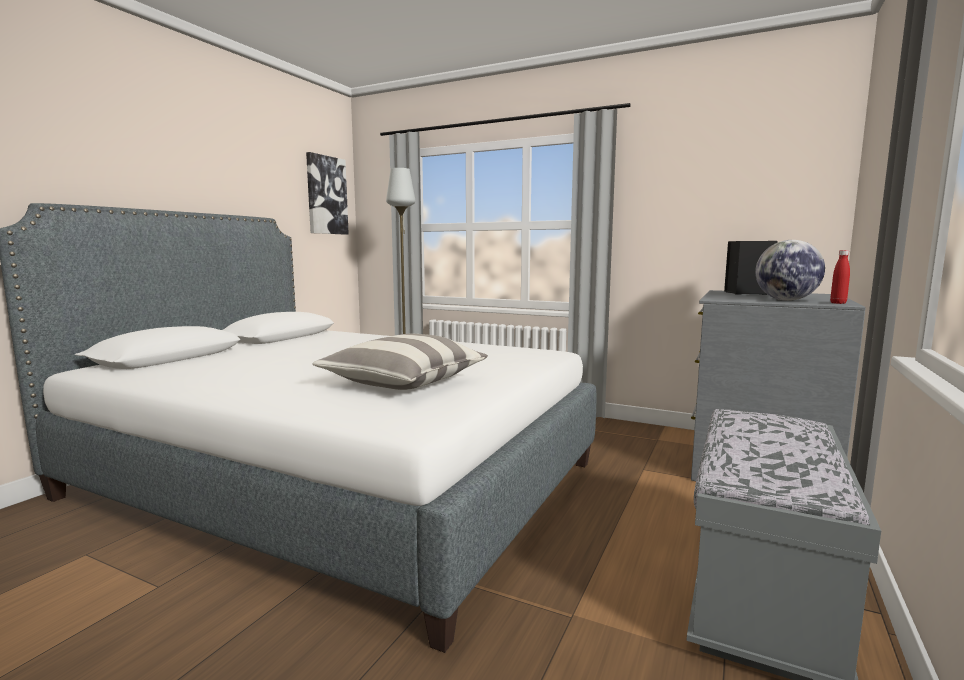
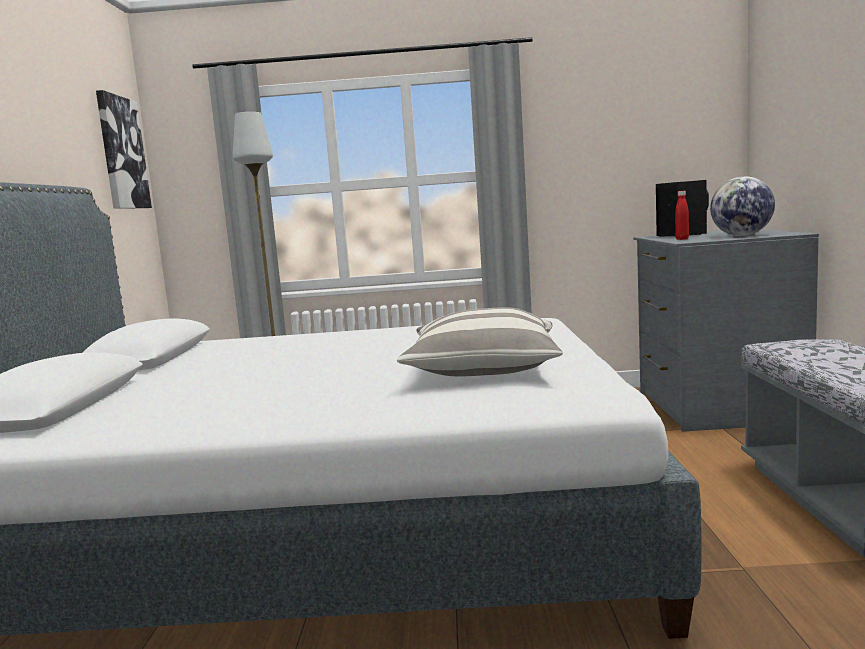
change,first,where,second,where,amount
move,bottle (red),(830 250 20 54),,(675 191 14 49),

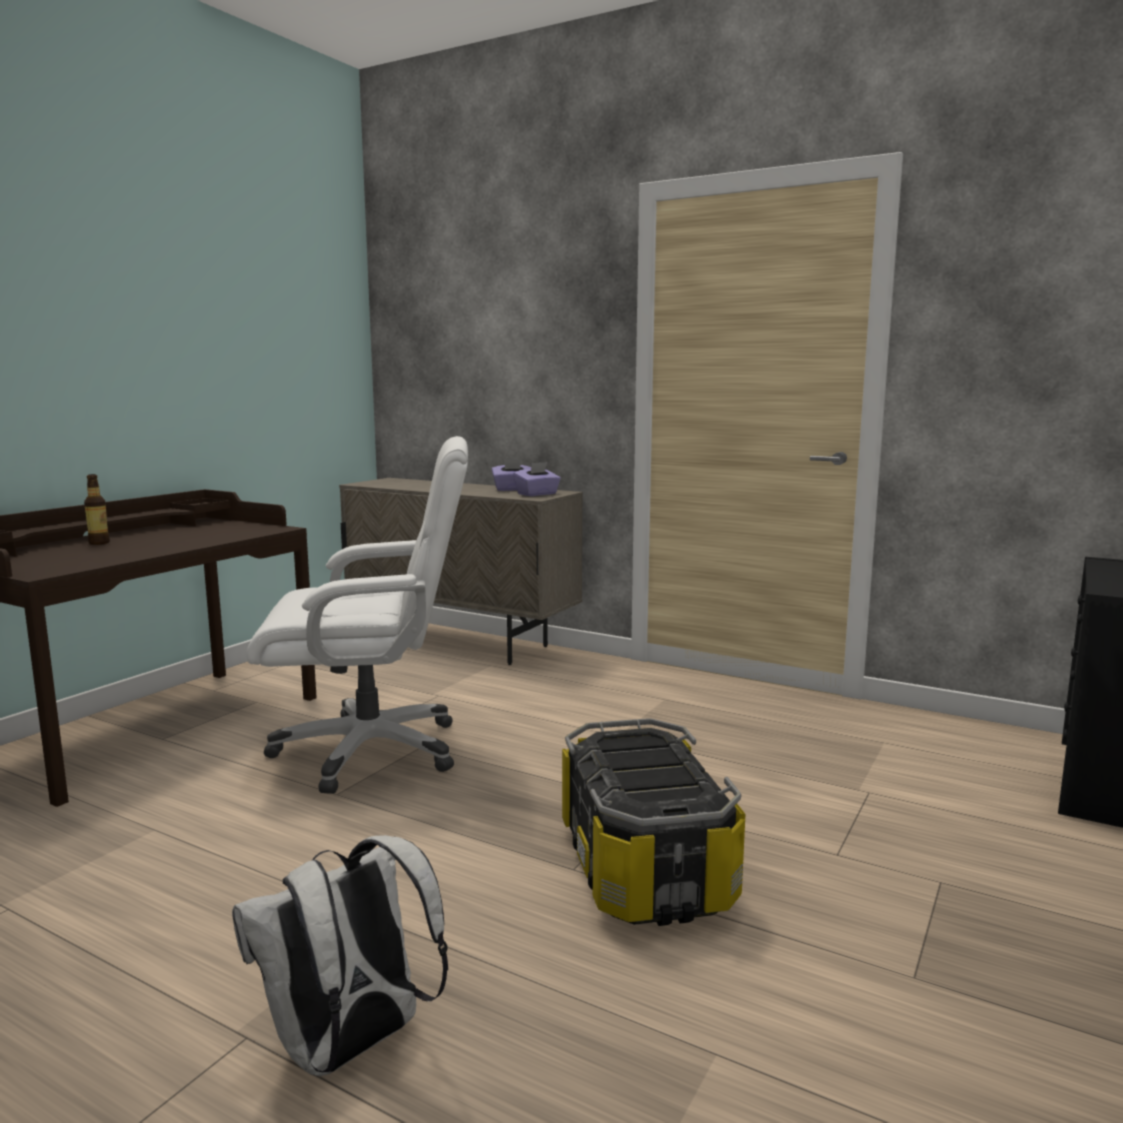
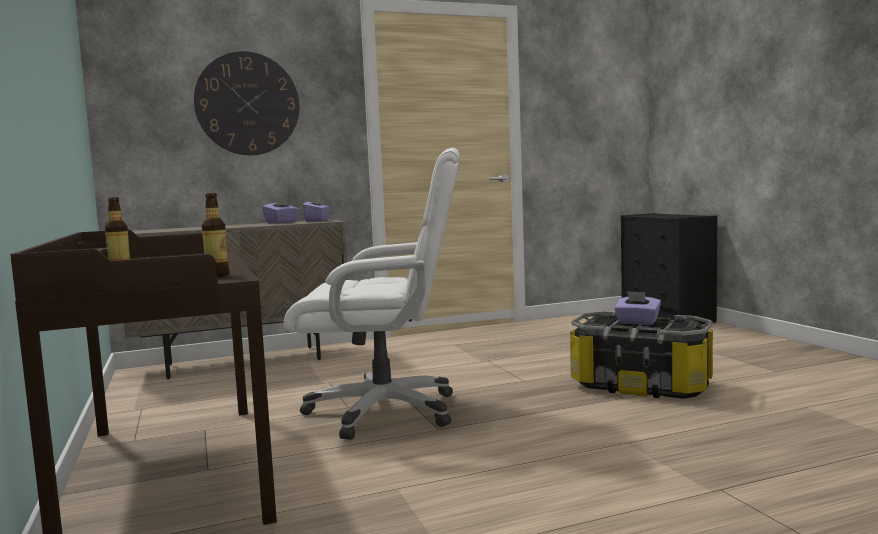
change,first,where,second,where,amount
rotate,office chair (white),(247 436 221 358),,(284 148 176 292),60 degrees clockwise
delete,backpack (white),(232 835 216 241),,,
insert,,,wall clock,(194 51 105 104),
insert,,,bottle,(202 193 27 84),
insert,,,tissue box (purple),(614 291 47 34),

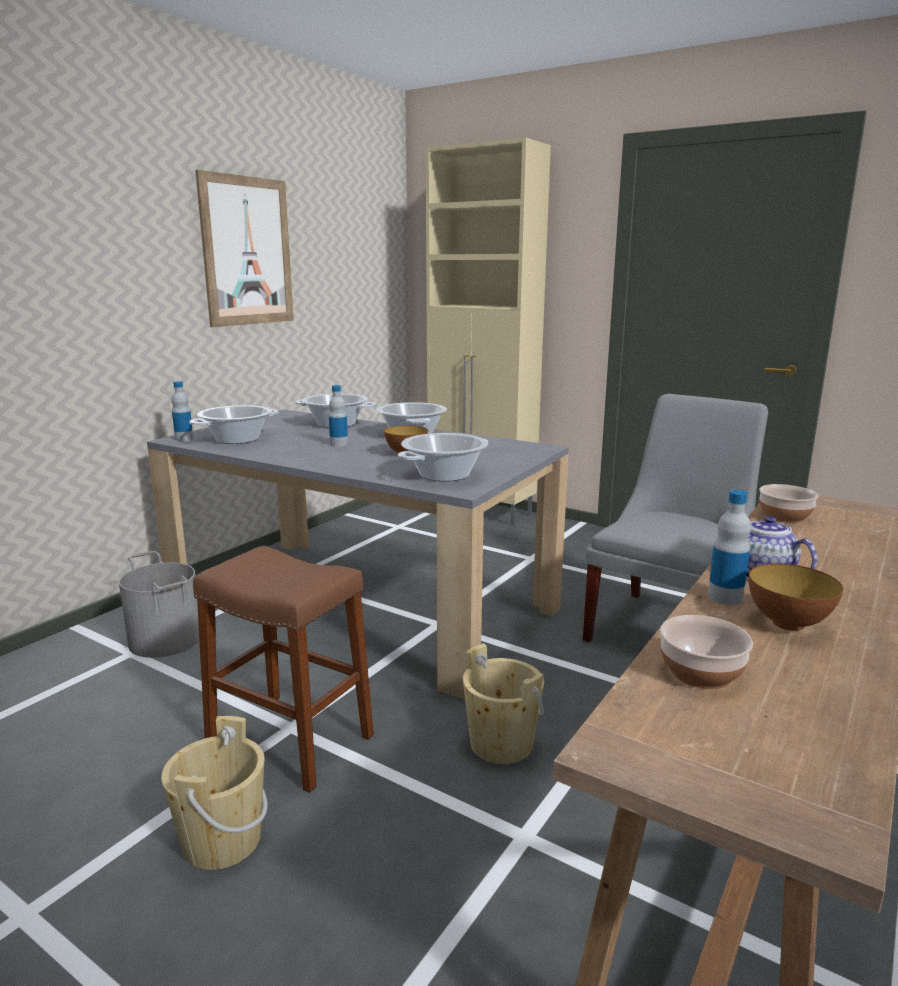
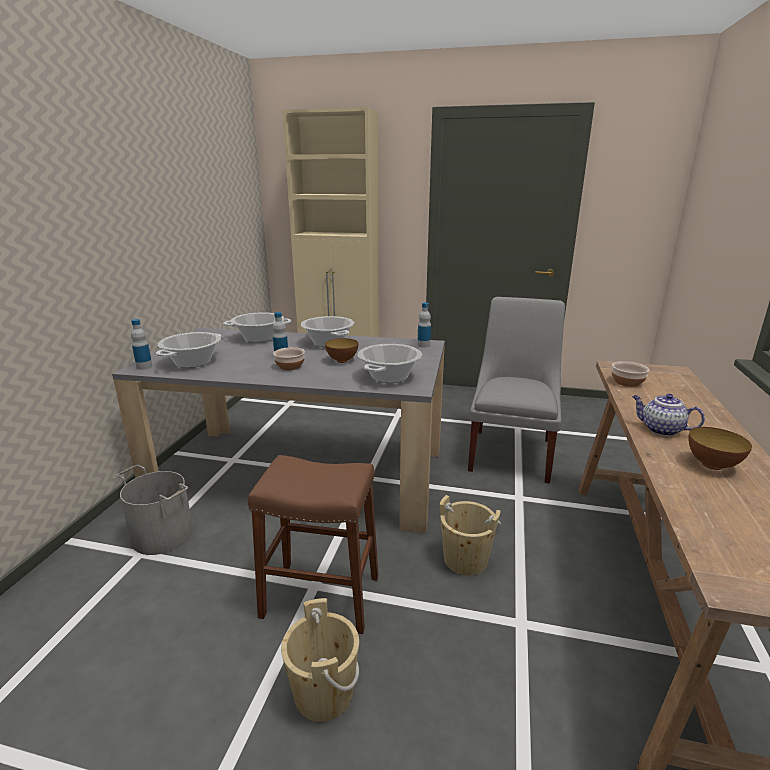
change,first,where,second,where,amount
delete,picture,(195 170 99 157),,,
move,bottle,(708 490 43 115),,(417 302 14 46),
move,bowl,(660 615 93 74),,(273 347 32 23),

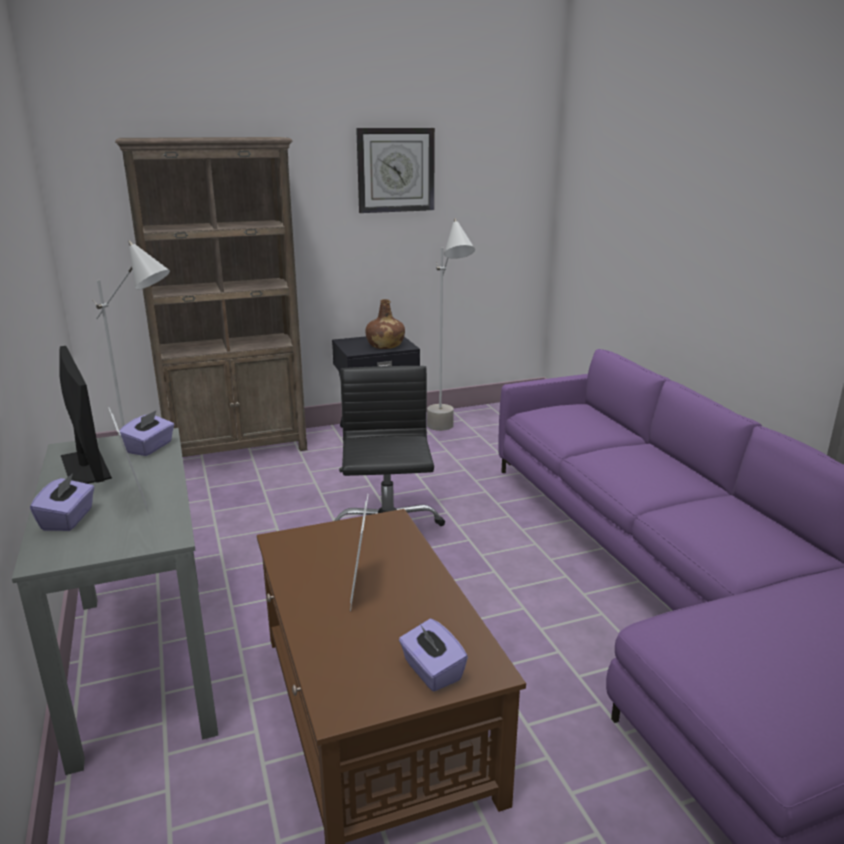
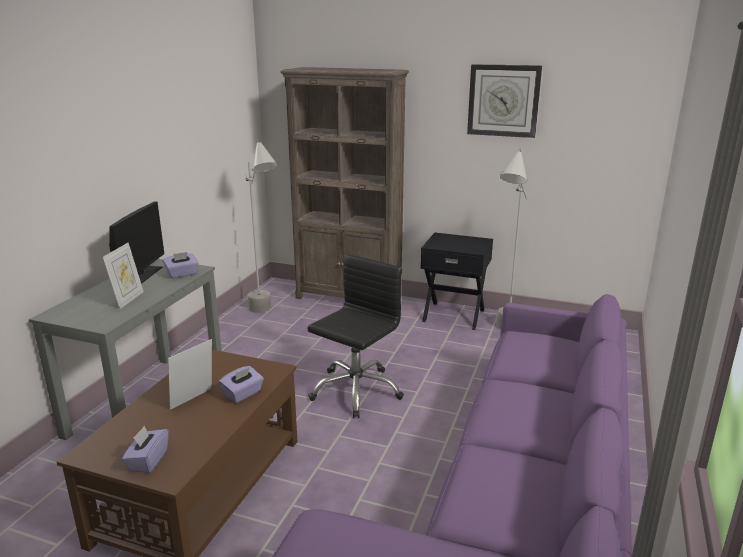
change,first,where,second,where,amount
delete,bottle (brown),(365 299 40 50),,,
move,tissue box (purple),(30 473 65 58),,(219 366 45 37),

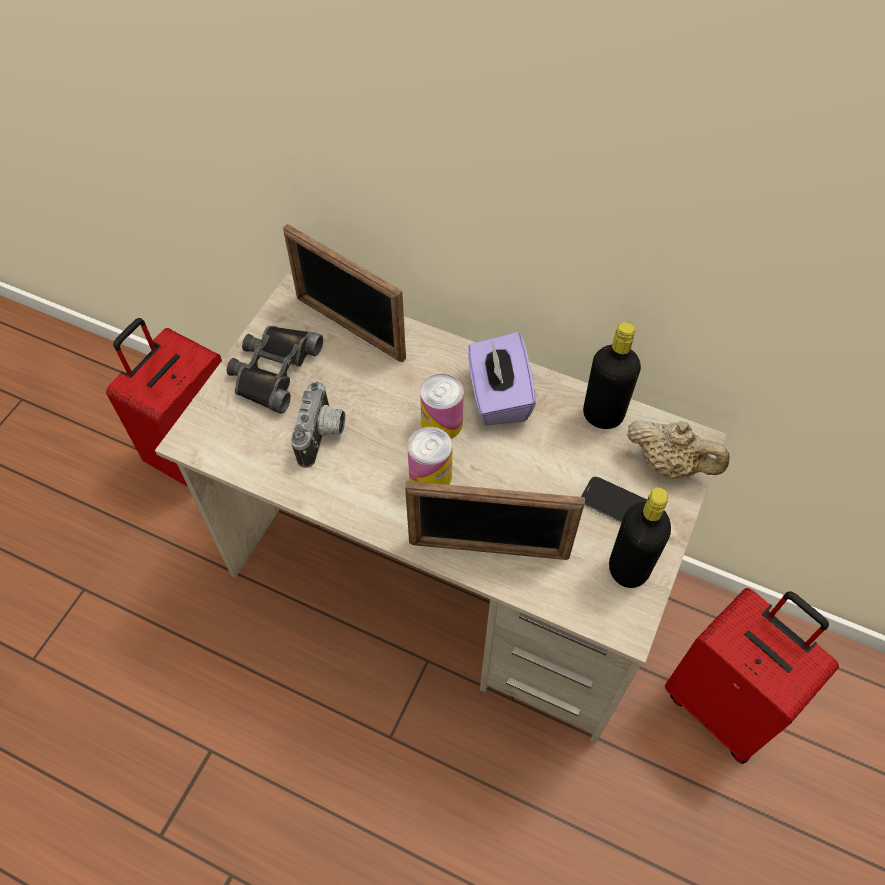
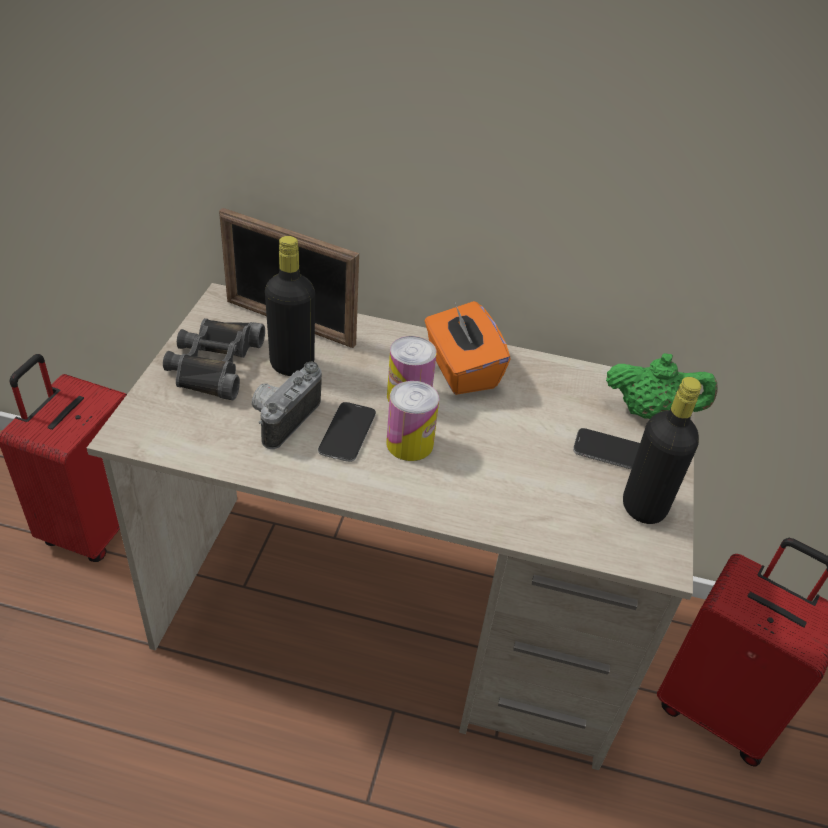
change,first,where,second,where,amount
move,bottle (black),(583 322 58 107),,(265 236 50 140),
recolor,tissue box (purple),(468 332 68 93),tissue box (orange),(425 301 86 94),
rotate,photo camera,(291 381 54 87),,(252 361 70 88),150 degrees counterclockwise
recolor,teapot (beige),(627 420 102 59),teapot (green),(606 353 112 66),
delete,picture frame,(405 481 180 79),,,
insert,,,phone,(318 402 58 60),

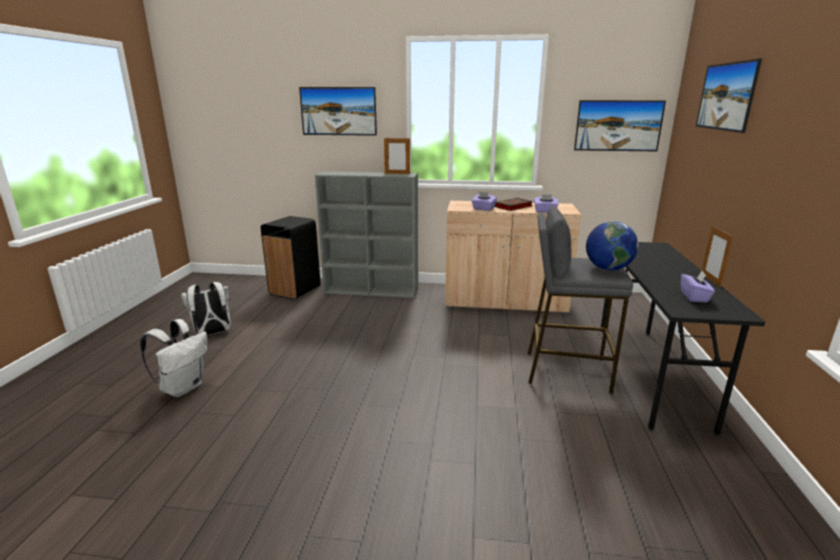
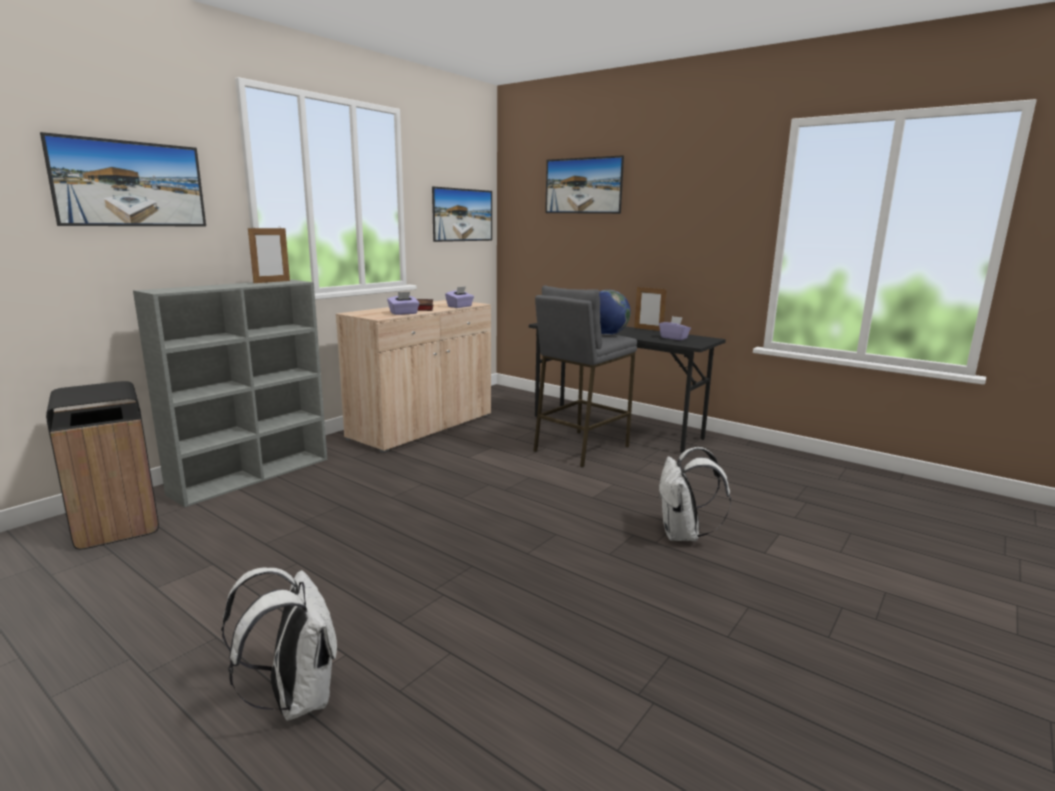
change,first,where,second,where,amount
move,backpack (white),(181 282 50 53),,(659 447 72 94),

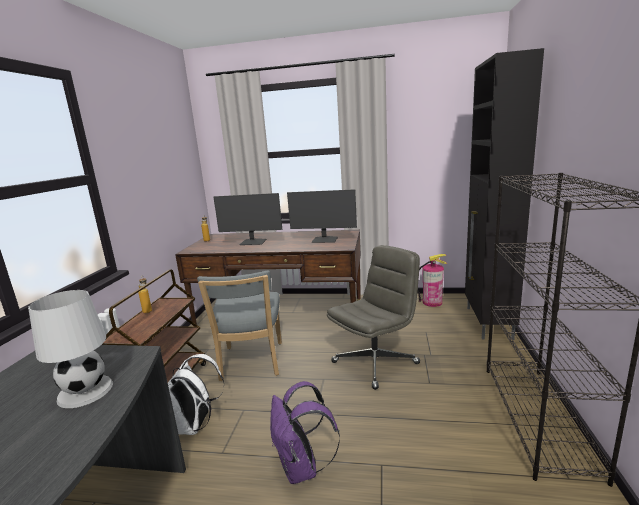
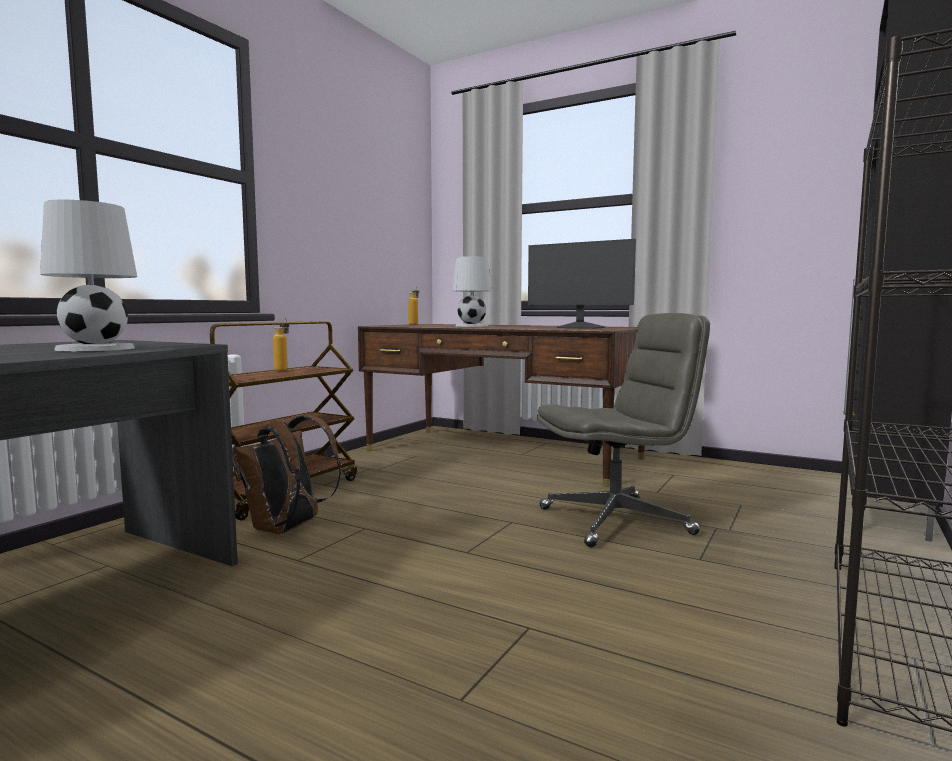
change,first,where,second,where,amount
replace,monitor,(214 193 68 52),table lamp (white),(452 256 39 71),
delete,fire extinguisher,(418 254 29 53),,,
delete,chair (grey),(197 271 85 110),,,
recolor,backpack (white),(168 354 57 81),backpack (brown),(232 415 109 119),
delete,backpack (purple),(270 381 70 103),,,

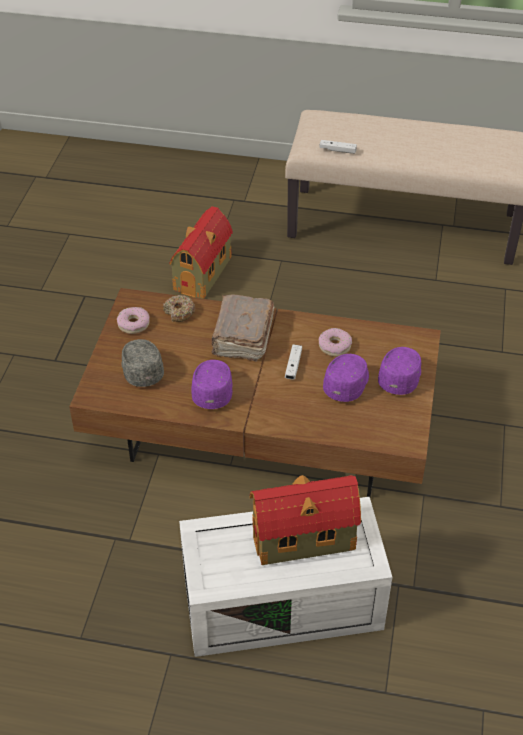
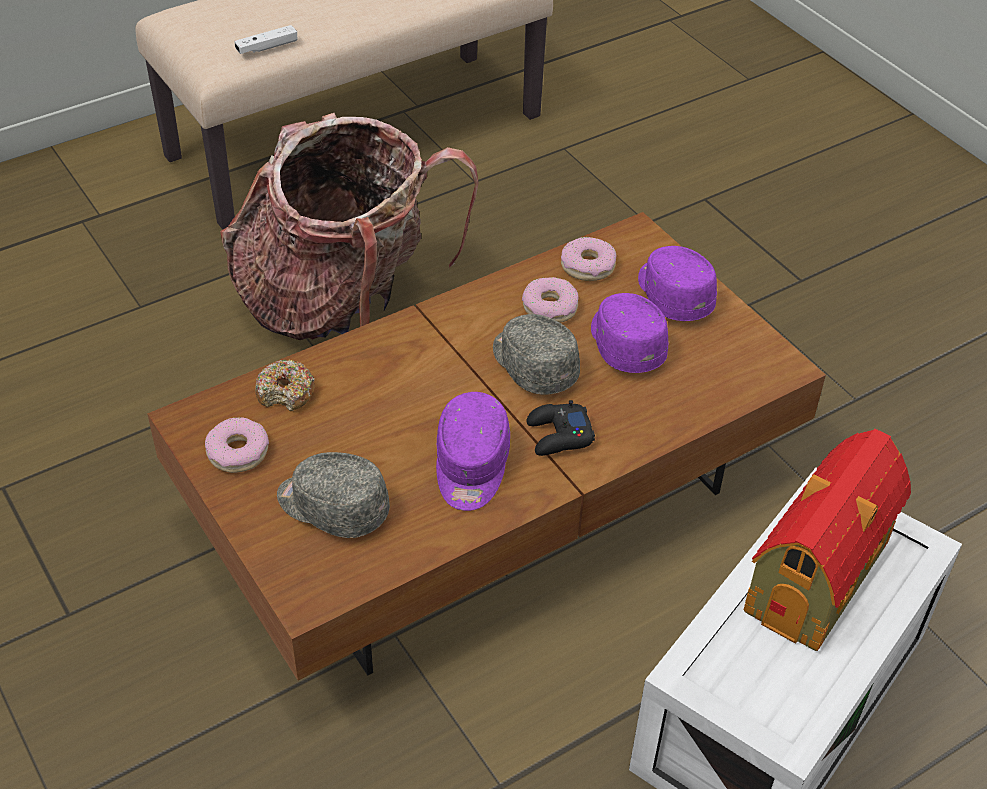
change,first,where,second,where,amount
delete,toy house,(169 206 64 93),,,
delete,book (brown),(212 295 62 67),,,
replace,game controller (white),(285 345 17 34),cap (grey),(493 314 87 81),
rotate,cap (purple),(191 360 42 49),,(436 392 74 119),135 degrees counterclockwise
insert,,,backpack,(220 113 259 227),
insert,,,donut,(561 237 55 44),
insert,,,game controller (black),(527 400 68 56),

